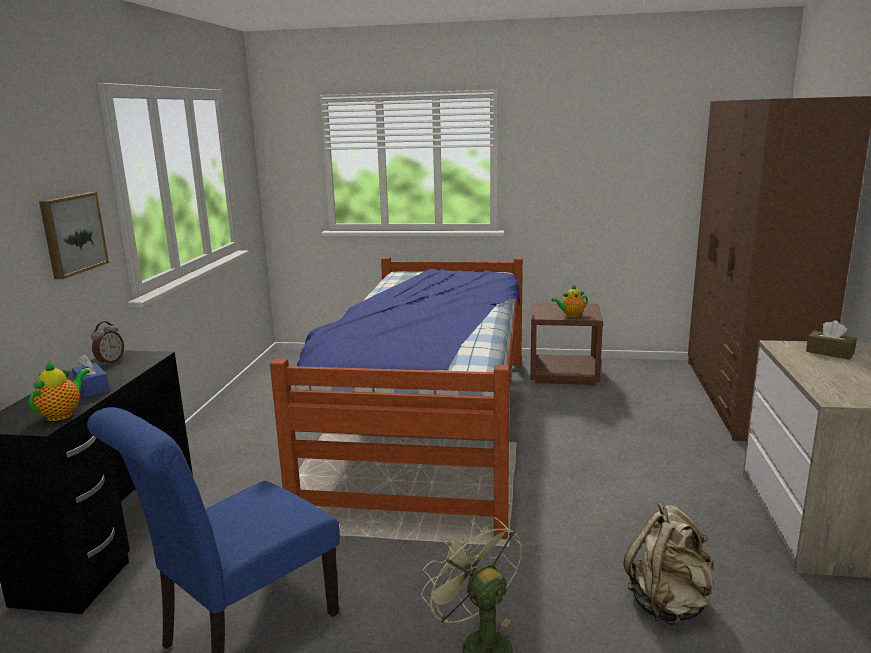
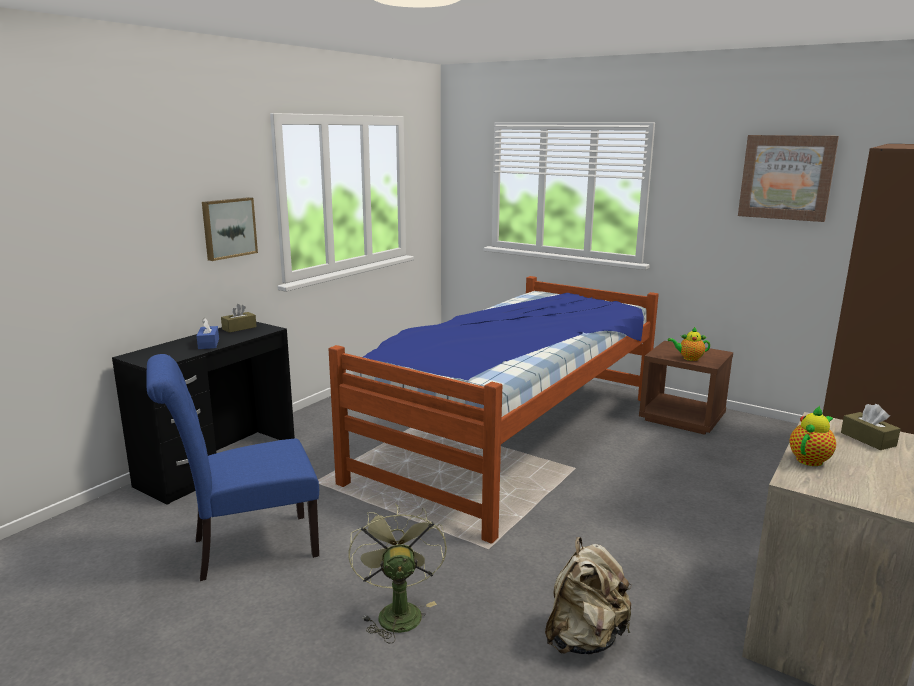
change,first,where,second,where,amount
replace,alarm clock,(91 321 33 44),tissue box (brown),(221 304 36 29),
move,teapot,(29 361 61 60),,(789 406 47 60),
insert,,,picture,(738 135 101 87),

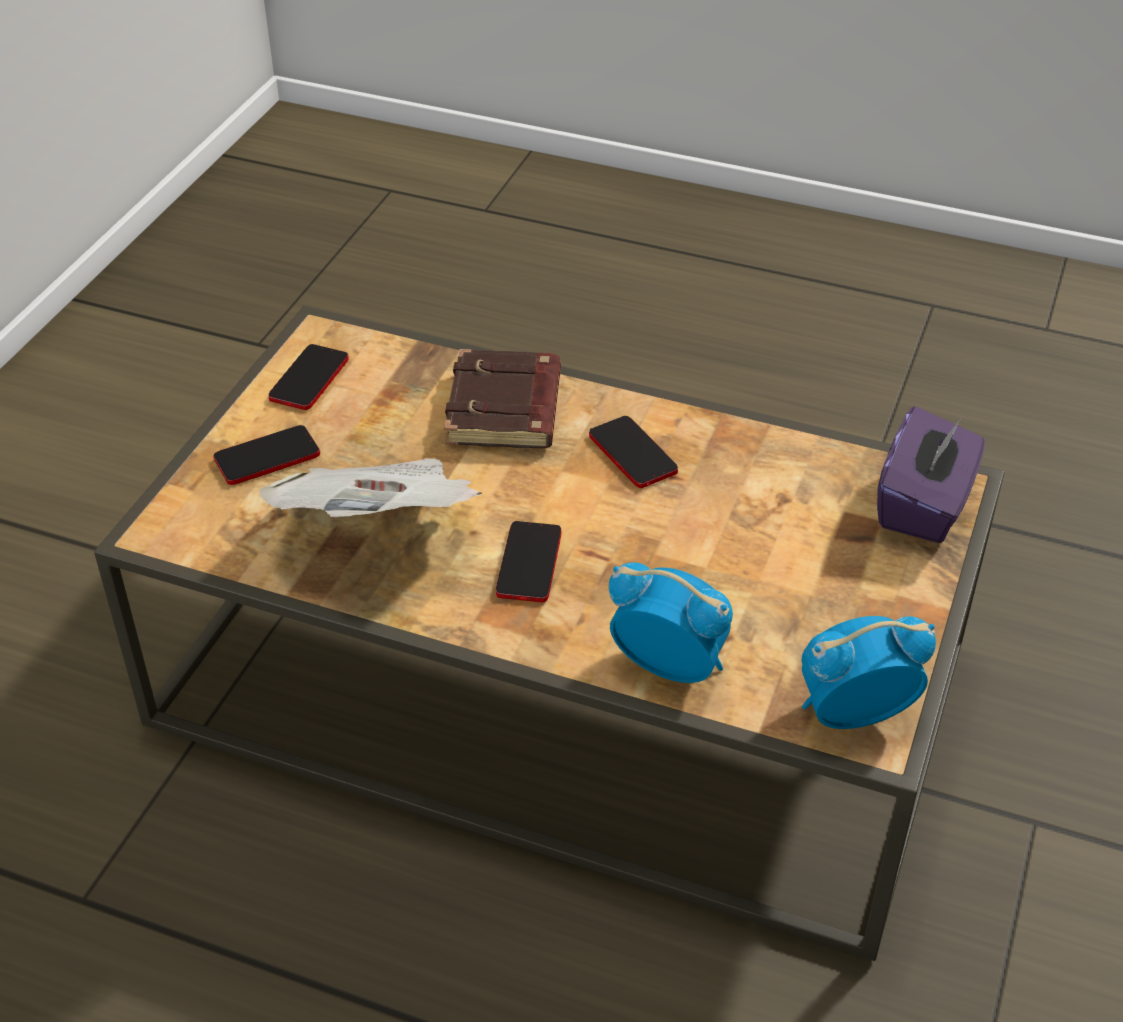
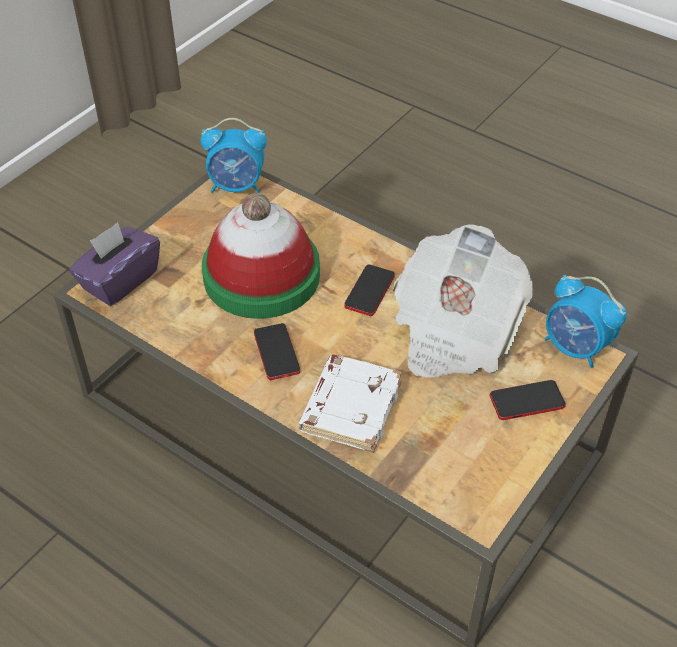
change,first,where,second,where,amount
delete,phone,(268 344 80 66),,,
recolor,book (brown),(444 349 117 100),book (white),(299 355 103 98),
move,alarm clock,(608 562 125 121),,(545 275 82 93),
insert,,,hat,(202 193 118 126),

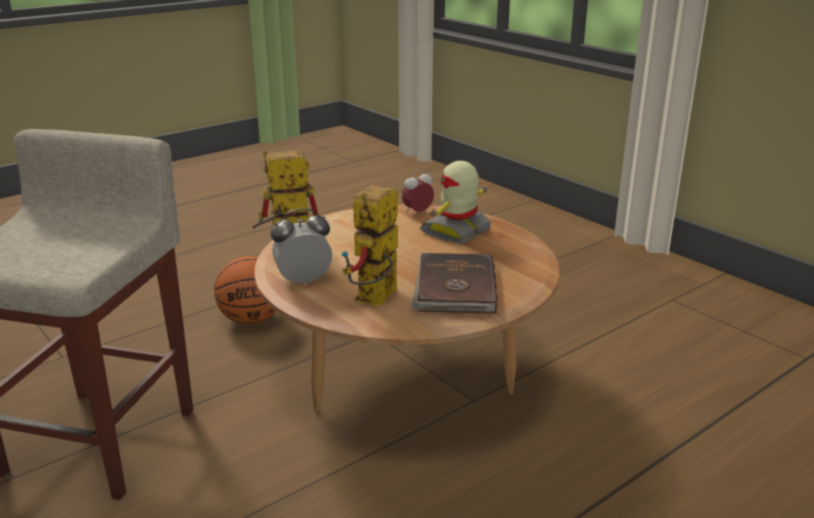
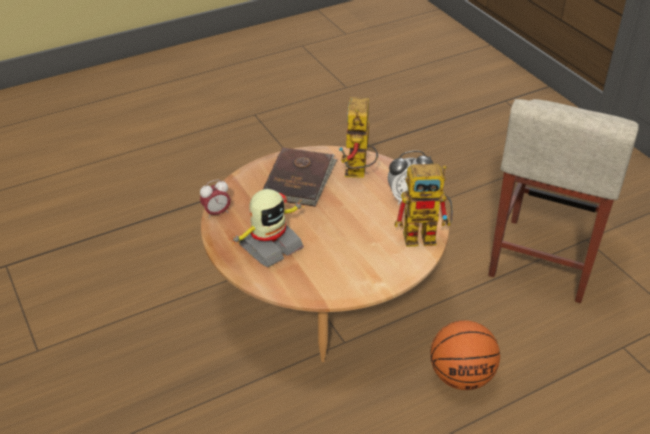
change,first,where,second,where,amount
move,alarm clock,(402 170 32 44),,(200 179 31 40),
rotate,toy robot,(342 185 56 121),,(338 97 40 81),150 degrees clockwise

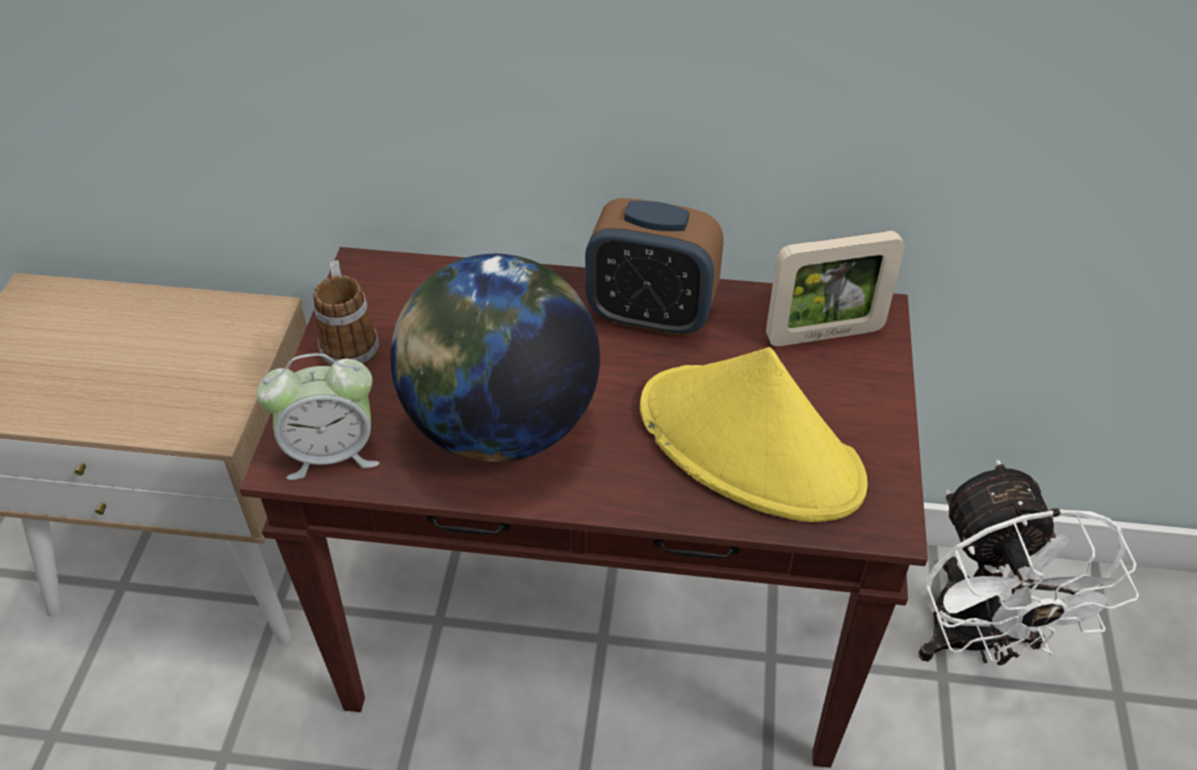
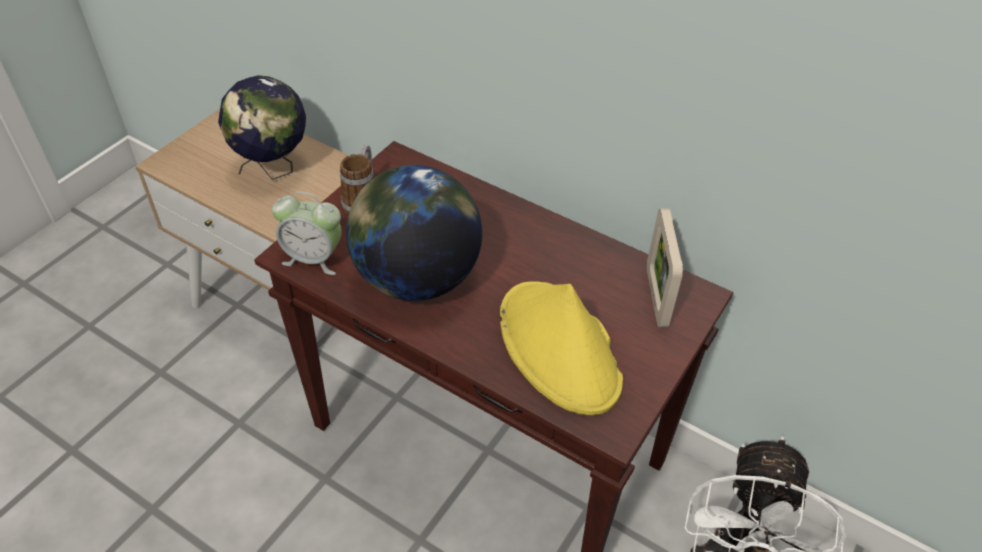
change,first,where,second,where,amount
delete,alarm clock,(585 198 138 138),,,
rotate,picture frame,(766 231 139 115),,(647 208 36 119),75 degrees clockwise
insert,,,globe,(218 75 88 105),

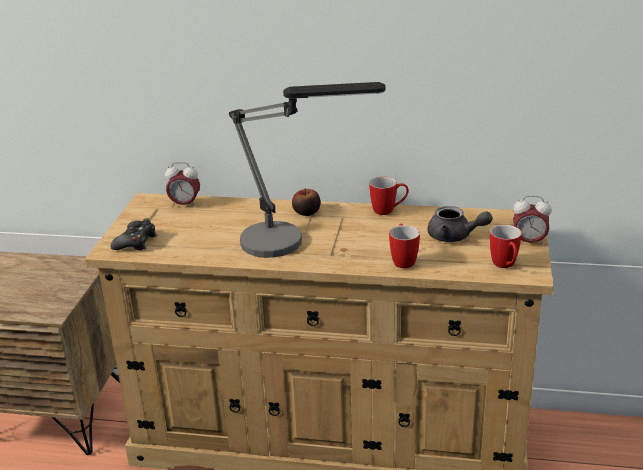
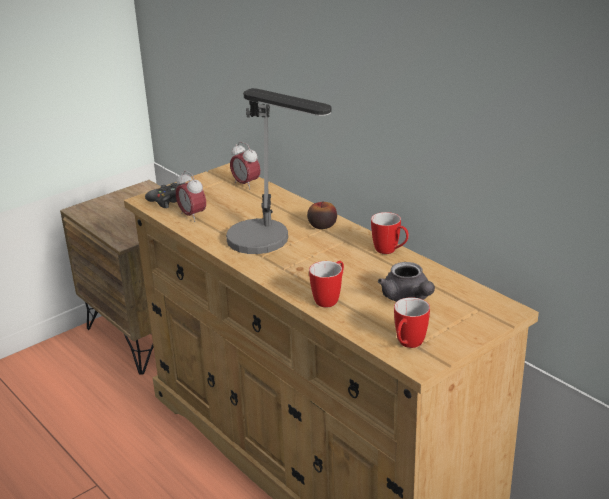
change,first,where,second,where,amount
move,alarm clock,(513 196 38 50),,(176 171 30 51),

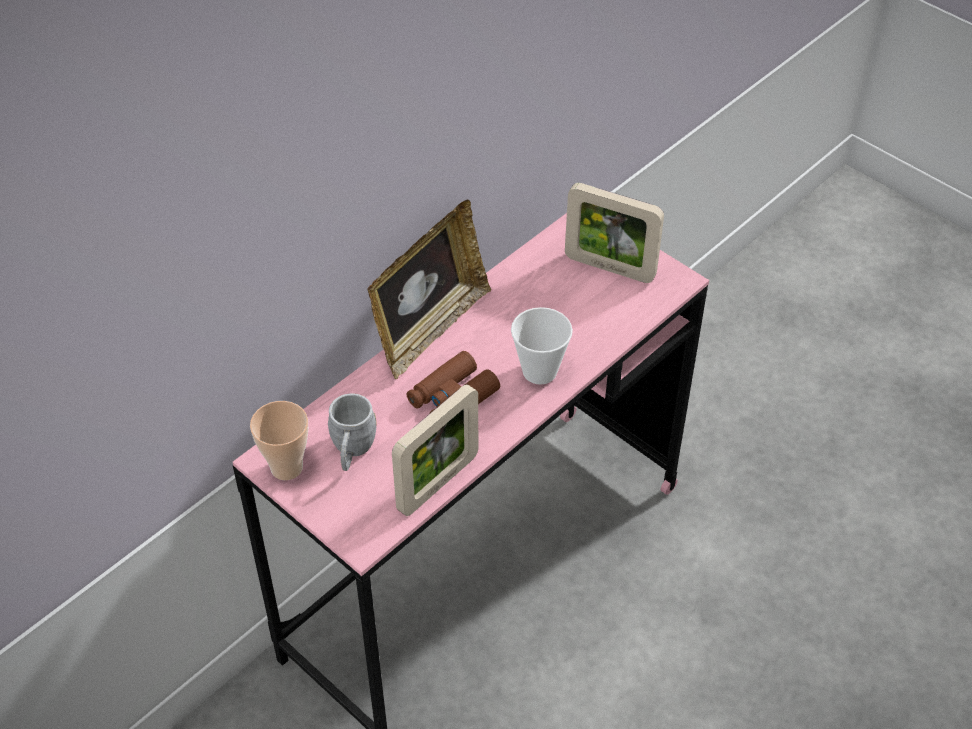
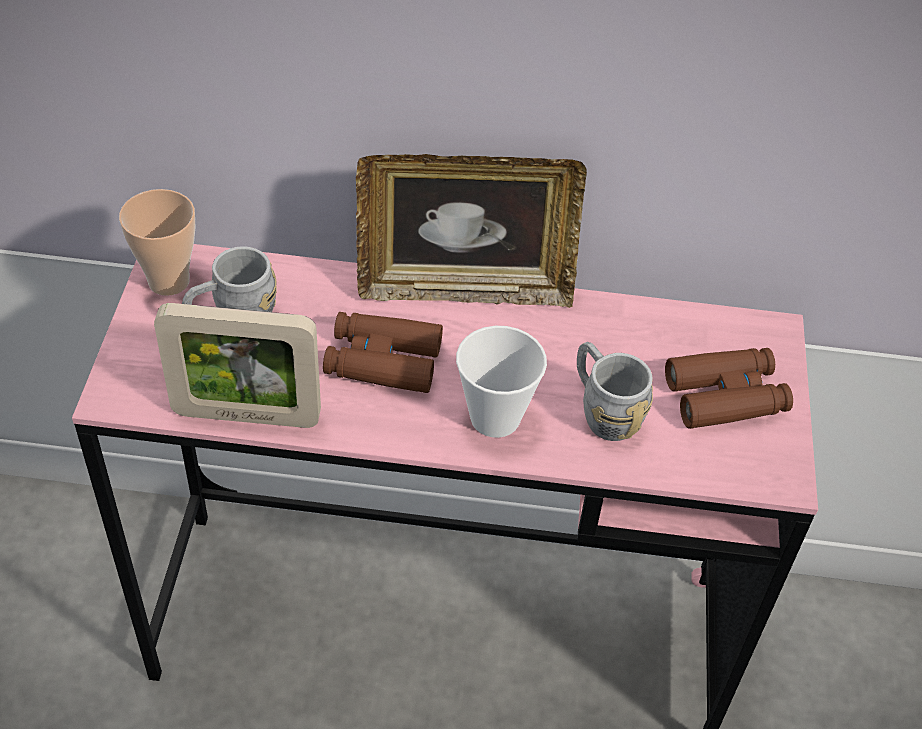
change,first,where,second,where,amount
replace,picture frame,(565 183 99 100),binoculars (brown),(665 348 128 81),
insert,,,mug (grey),(577 342 76 99),

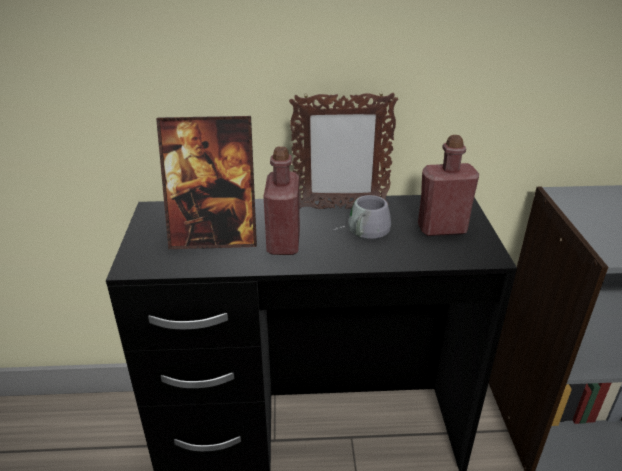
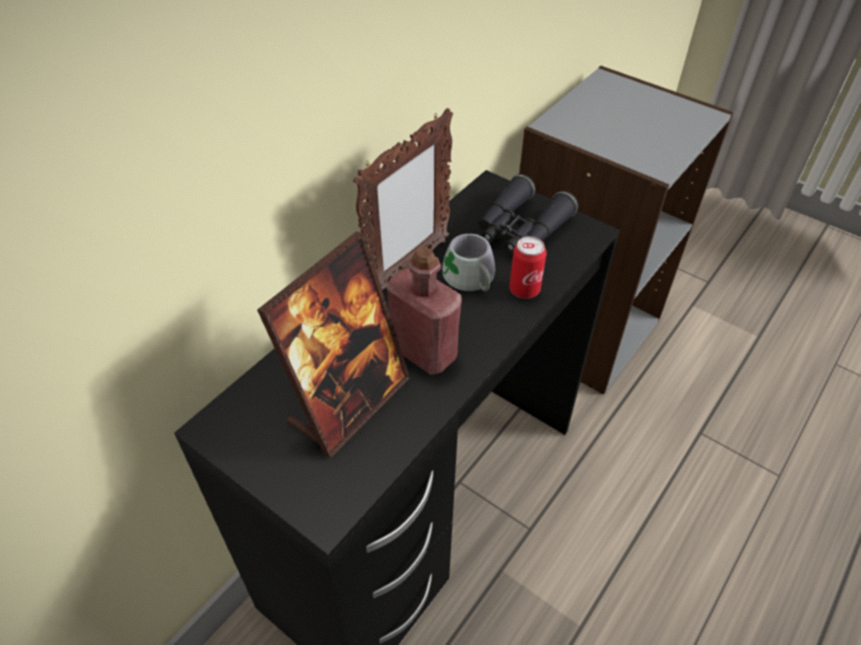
change,first,where,second,where,amount
replace,bottle (red),(418 135 61 101),binoculars (black),(478 174 100 79),
insert,,,can,(509 236 37 63),

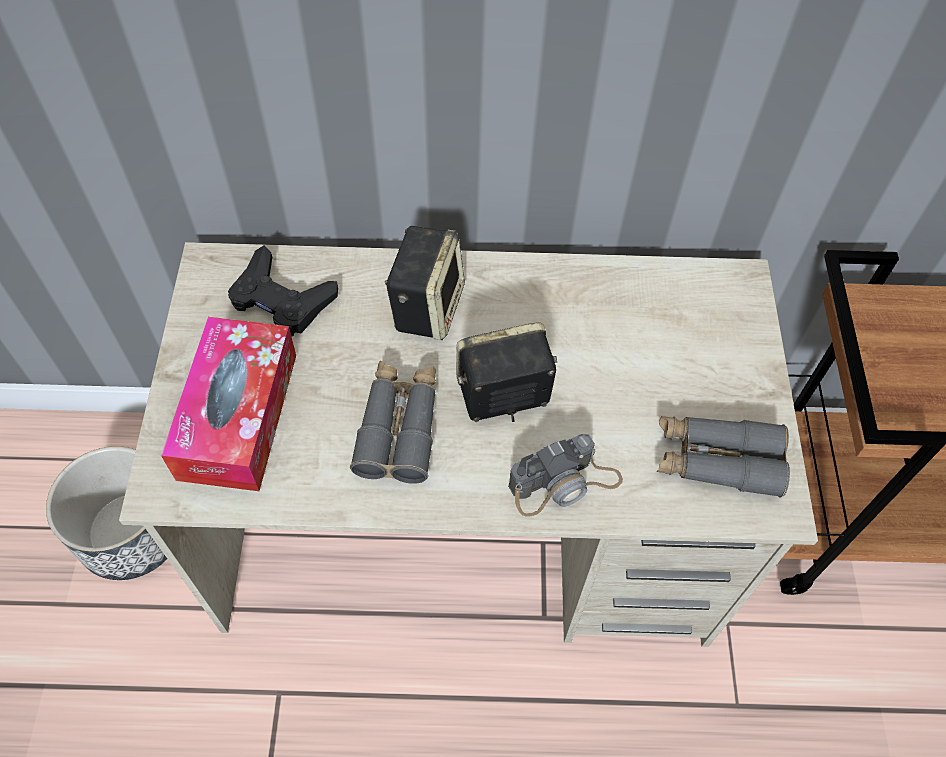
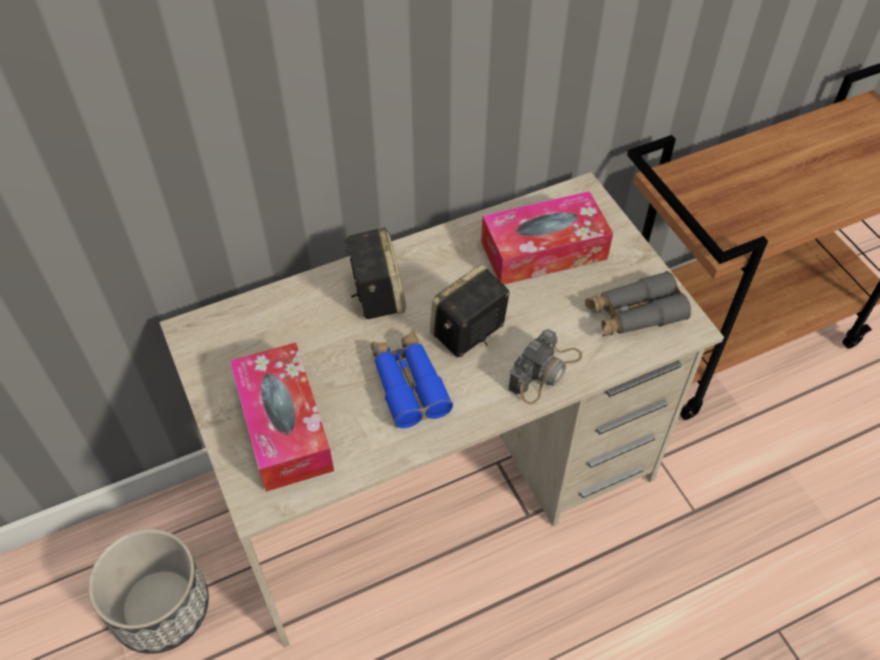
change,first,where,second,where,amount
delete,game controller (black),(228 245 110 91),,,
recolor,binoculars (grey),(350 361 86 123),binoculars (blue),(371 330 82 98),
insert,,,tissue box,(481 191 132 94),

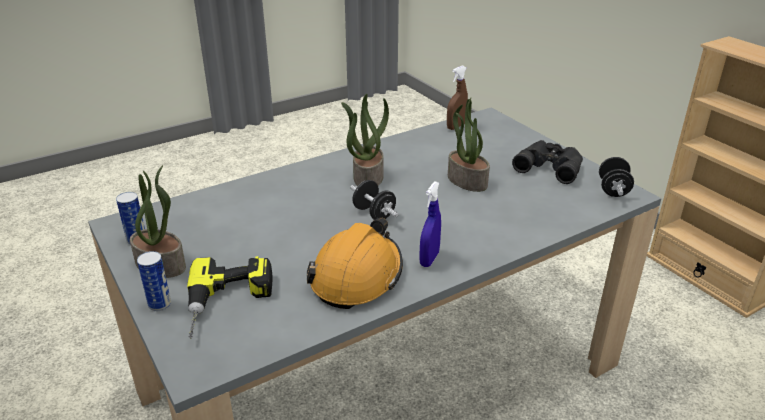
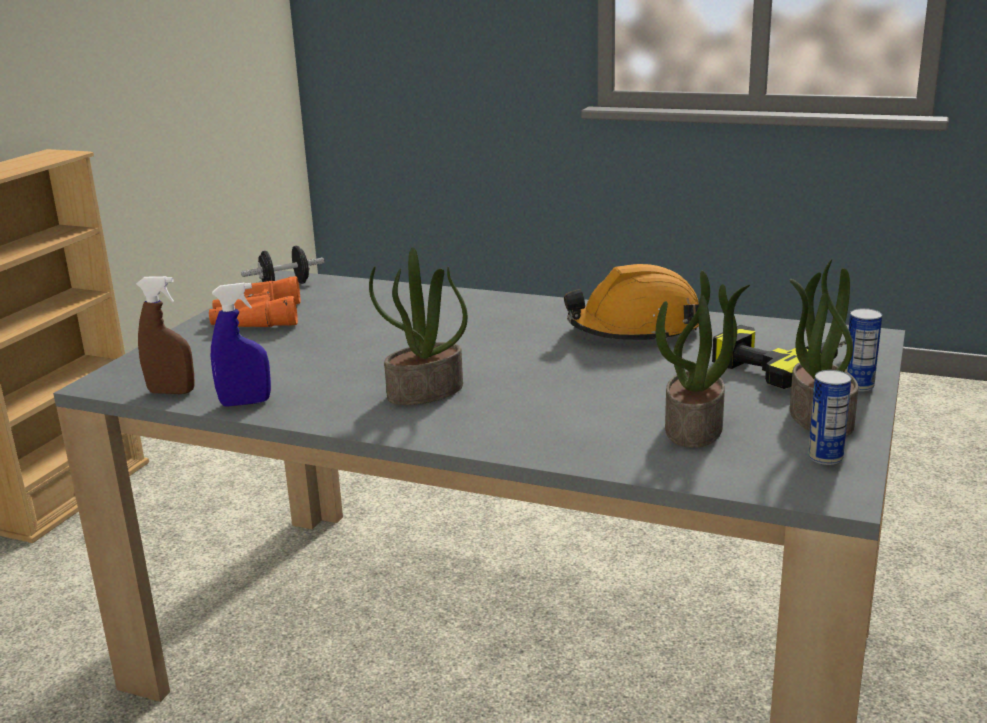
change,first,where,second,where,amount
move,potted plant,(448 98 42 94),,(656 271 94 177),
recolor,binoculars (black),(512 140 71 44),binoculars (orange),(209 276 92 51),
delete,dumbbell (black),(350 180 49 40),,,
move,spray bottle (blue),(420 181 21 86),,(211 283 60 124),

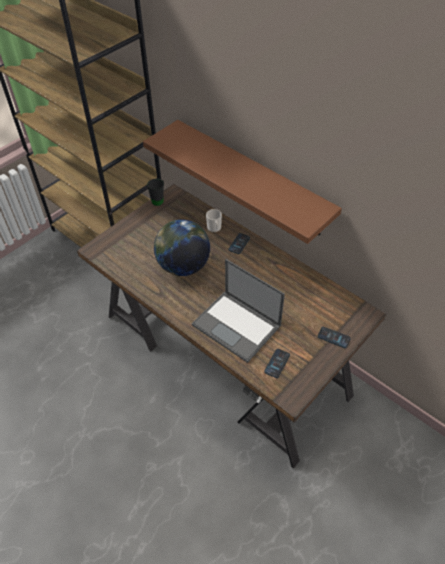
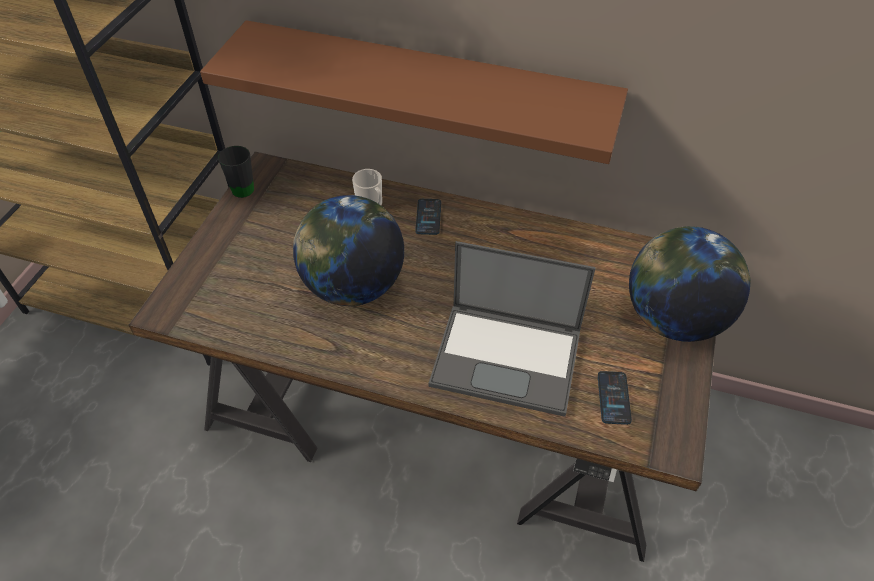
change,first,where,second,where,amount
replace,phone,(318 327 33 21),globe,(629 226 122 116),

